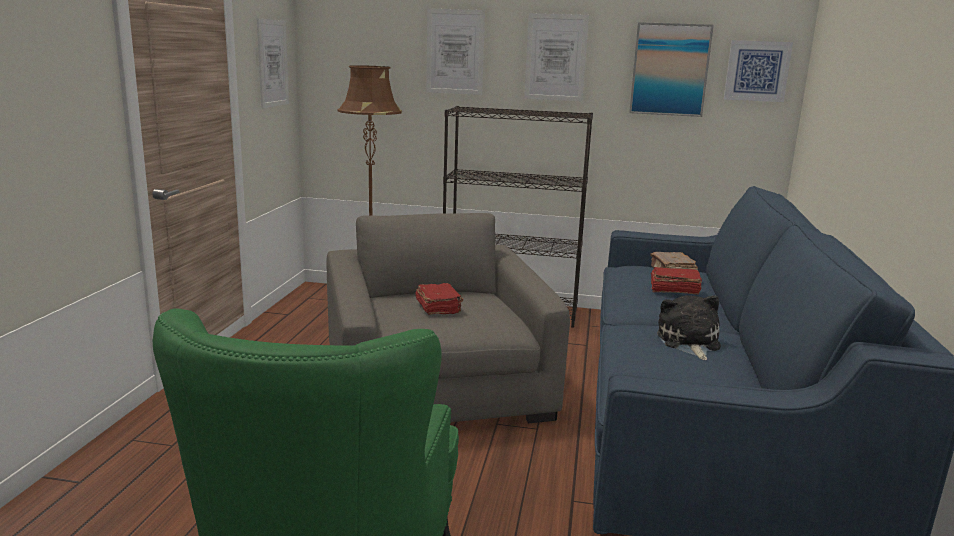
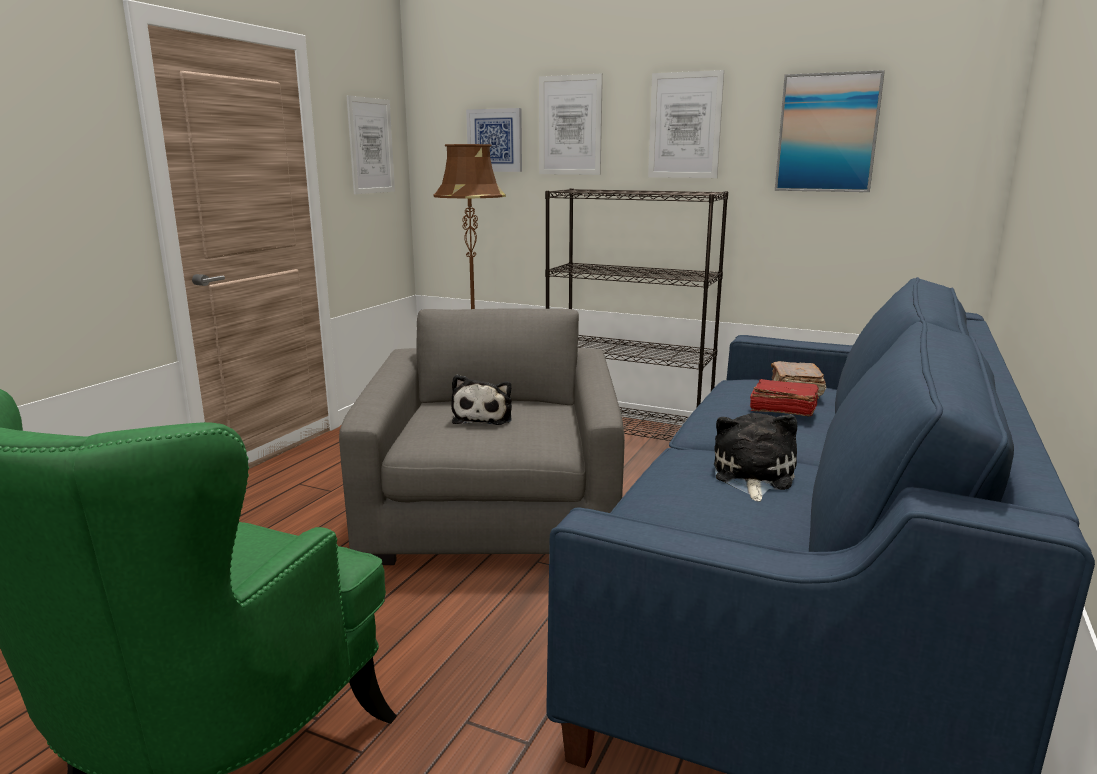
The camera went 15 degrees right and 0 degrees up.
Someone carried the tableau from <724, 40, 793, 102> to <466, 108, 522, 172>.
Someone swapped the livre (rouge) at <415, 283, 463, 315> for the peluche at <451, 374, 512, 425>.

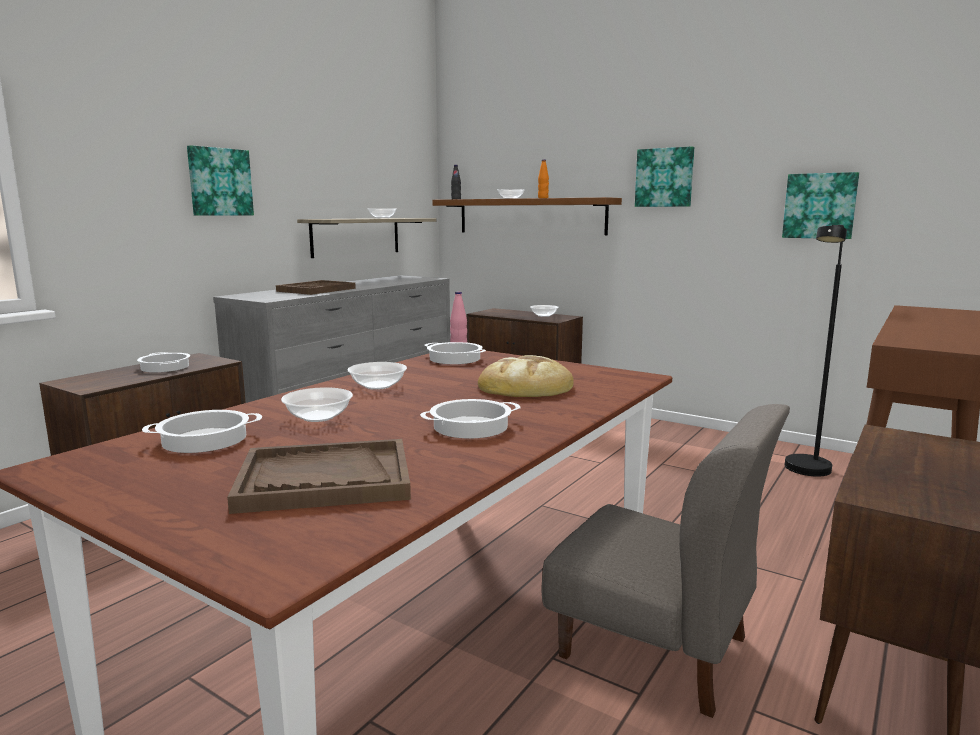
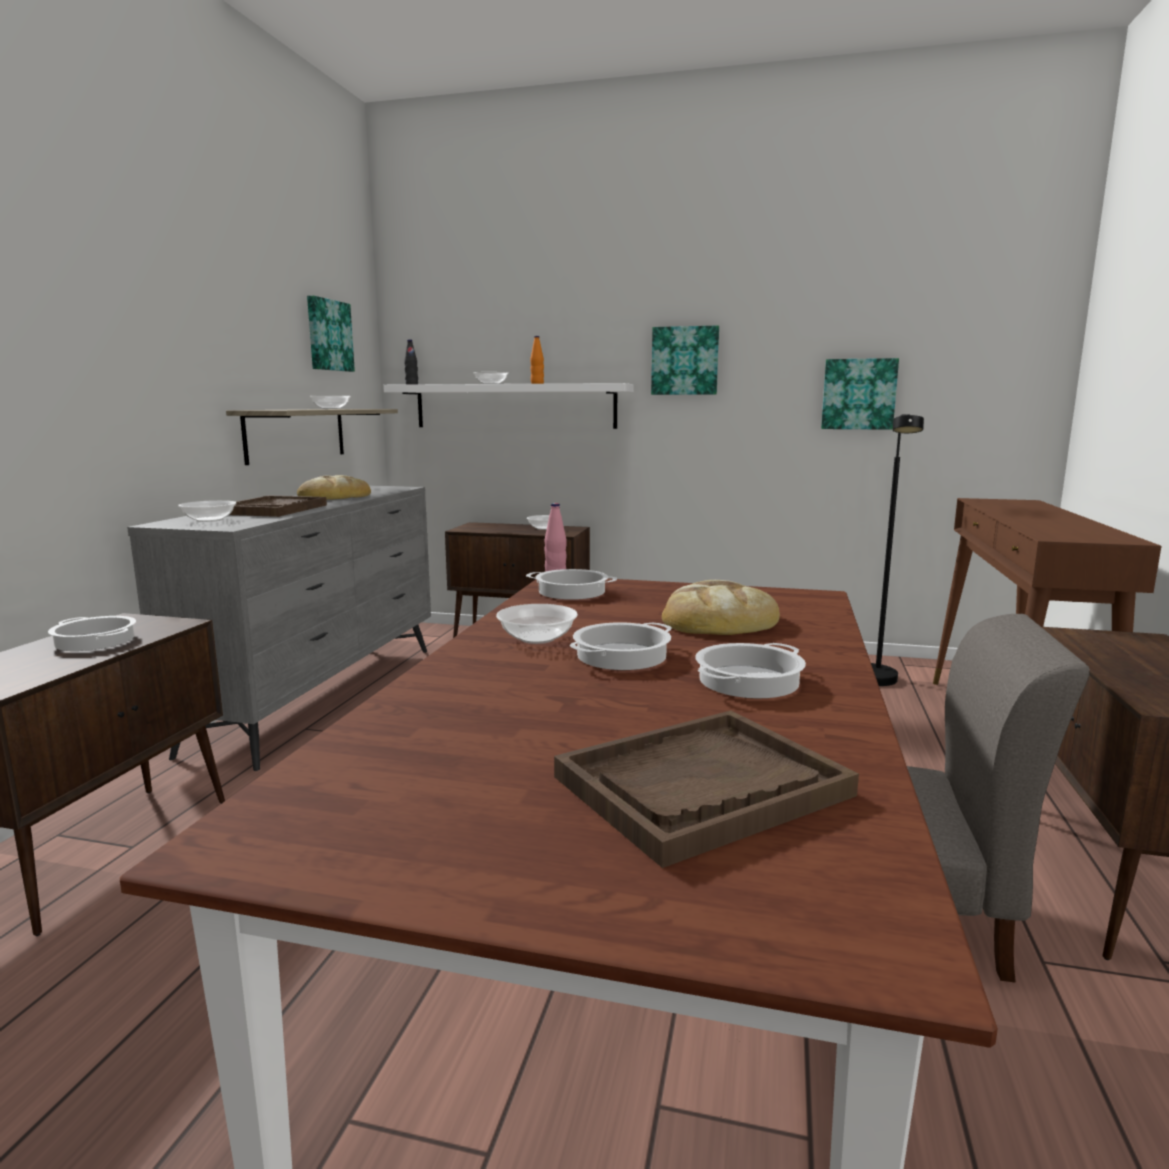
The camera went 20 degrees left and 0 degrees up.
Someone carried the tableau from <187, 145, 254, 216> to <307, 295, 355, 372>.
Someone repainted the étagère (marron) at <432, 197, 622, 235>, which became the étagère (blanc) at <383, 383, 634, 429>.
Someone carried the bol from <281, 387, 353, 422> to <178, 500, 236, 522>.
Someone carried the marmite from <142, 410, 262, 453> to <570, 622, 672, 670>.
Someone put down the pain at <297, 475, 371, 500>.

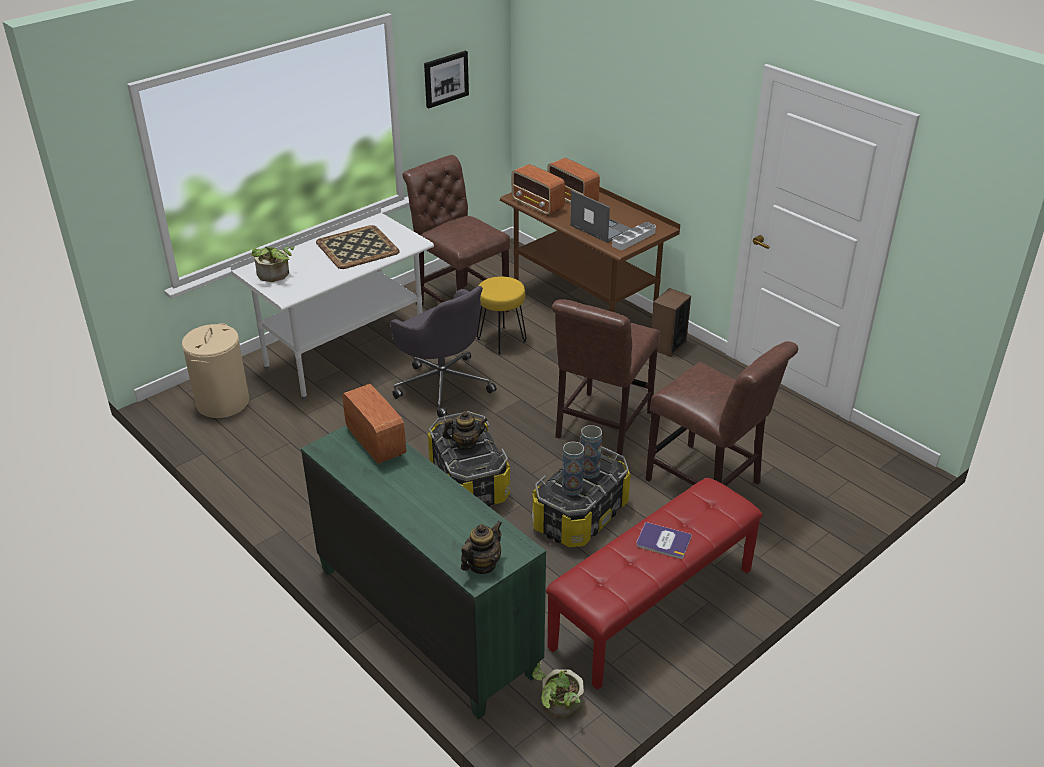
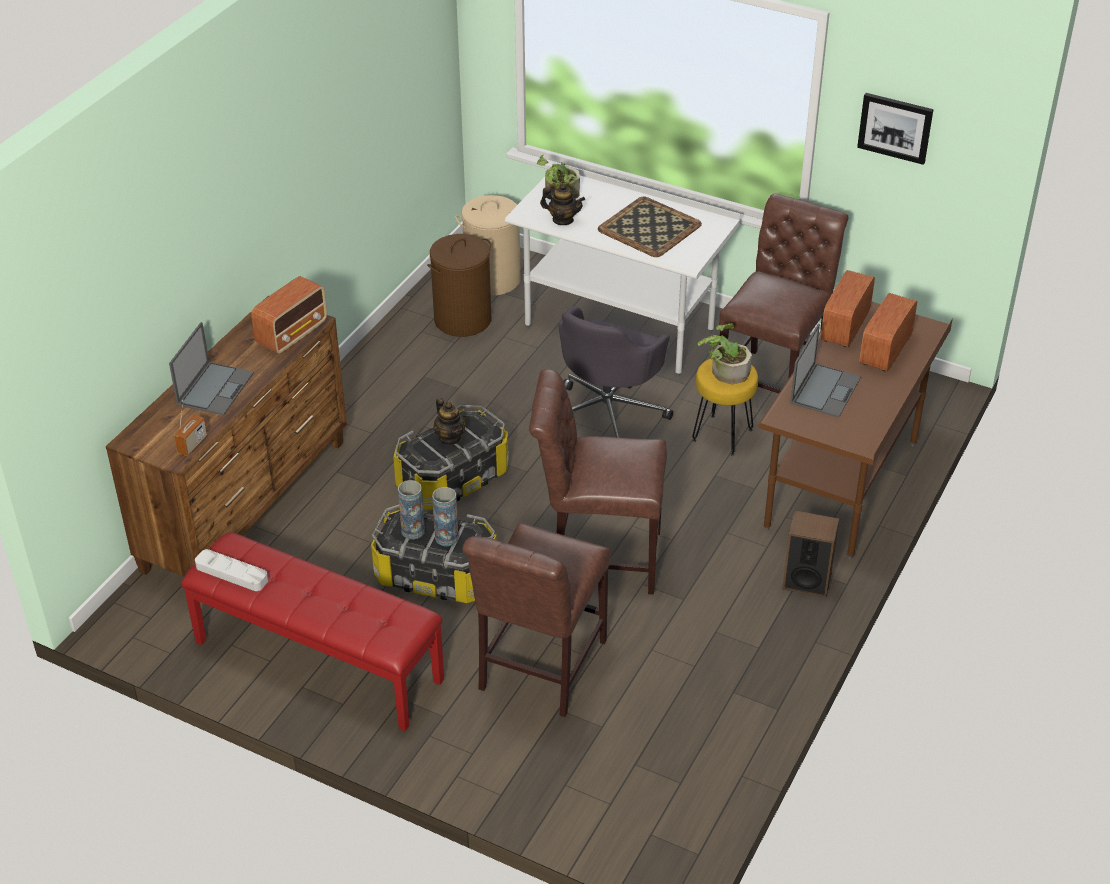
The camera went 70 degrees right and 5 degrees up.
Someone carried the plateau (gris) from <612, 222, 656, 250> to <195, 549, 268, 591>.
Someone repainted the commode (vert) at <301, 425, 546, 719>, which became the commode (marron) at <106, 295, 347, 577>.
Someone carried the théière from <461, 521, 502, 574> to <540, 183, 585, 225>.
Someone took away the livre at <636, 522, 692, 559>.
Someone carried the plante en pot from <532, 663, 584, 719> to <698, 324, 752, 384>.
Someone put down the panier à linge (marron) at <427, 234, 491, 337>.
Someone put down the ordinateur portable at <169, 322, 254, 415>.
Someone put down the radio at <174, 400, 208, 456>.

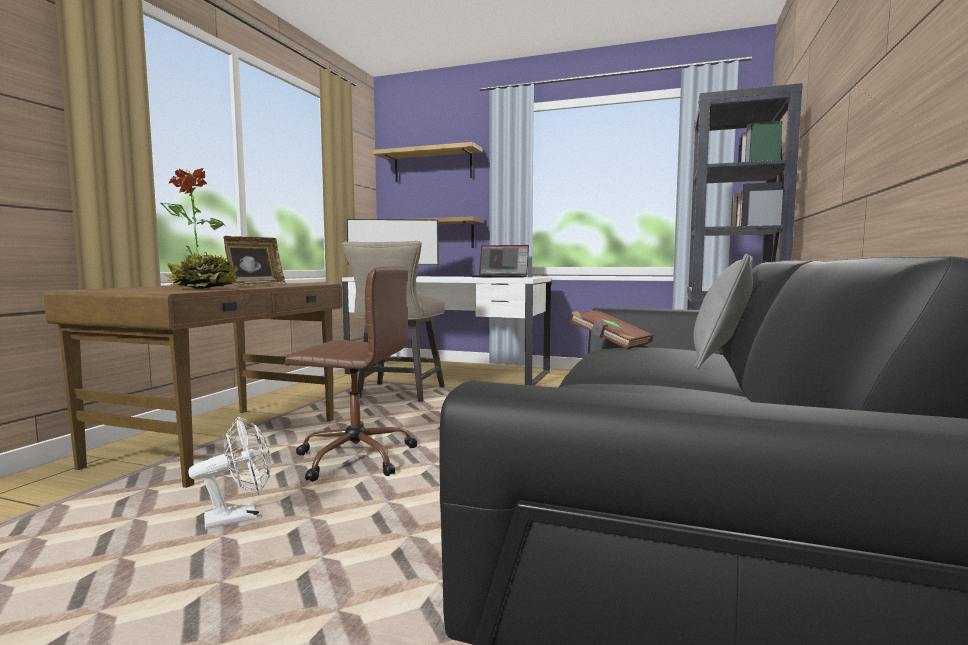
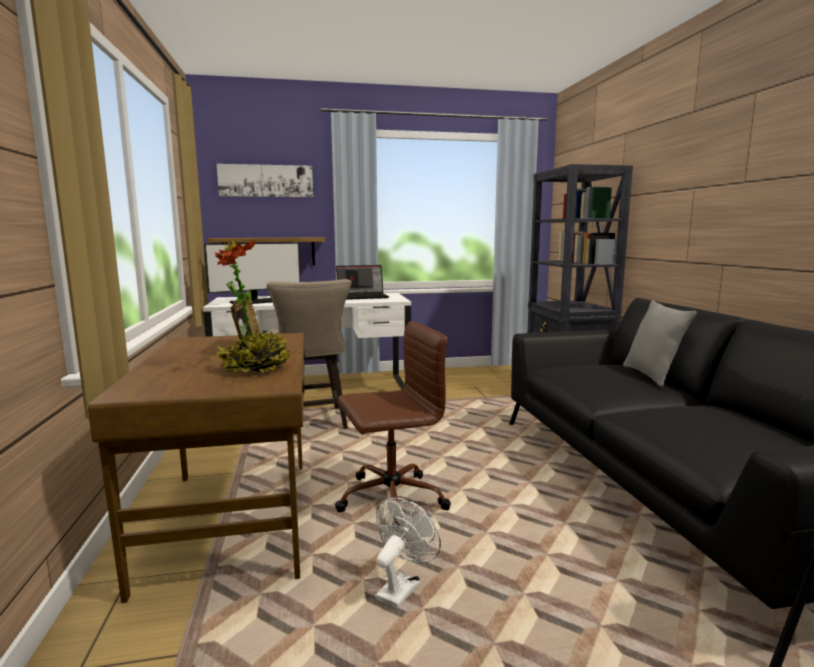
The camera went 30 degrees left and 5 degrees up.
Someone swapped the étagère at <372, 142, 483, 182> for the tableau at <217, 164, 313, 197>.
Someone took away the livre (marron) at <570, 310, 653, 350>.

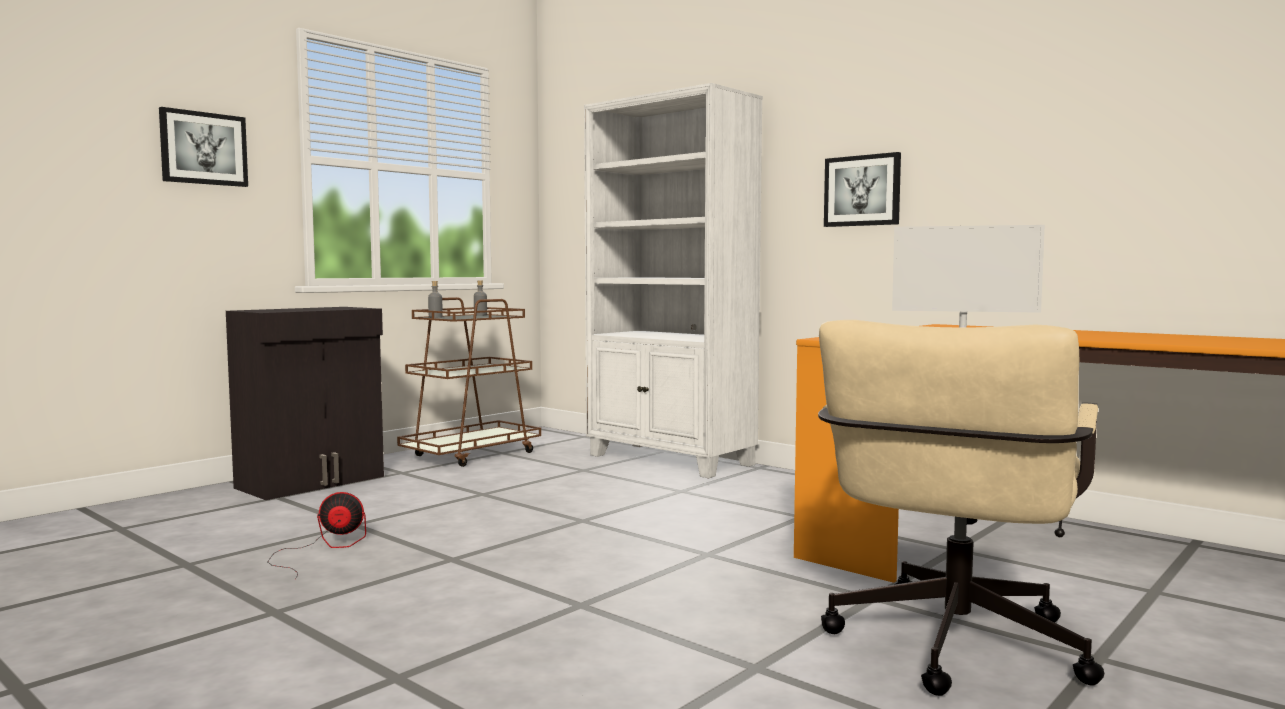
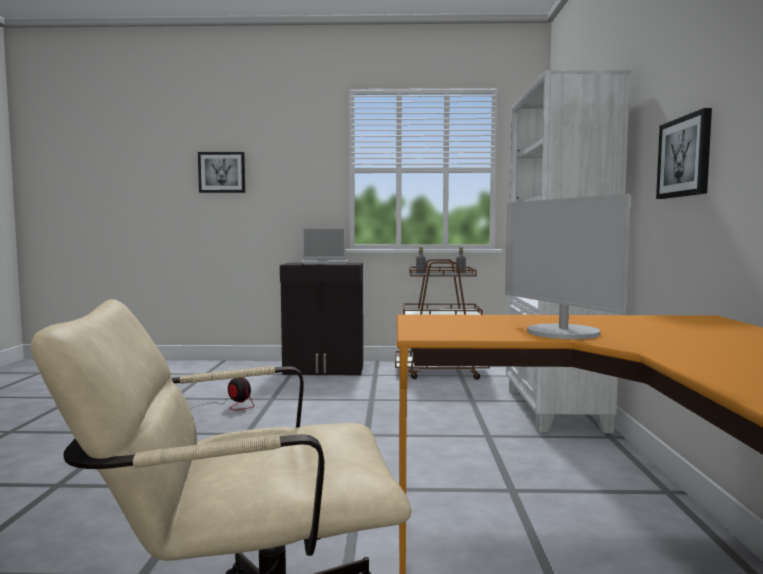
The camera went 50 degrees right and 0 degrees up.
Someone carried the tableau from <159, 107, 248, 187> to <198, 152, 245, 193>.
Someone put down the ordinateur portable at <302, 227, 348, 265>.

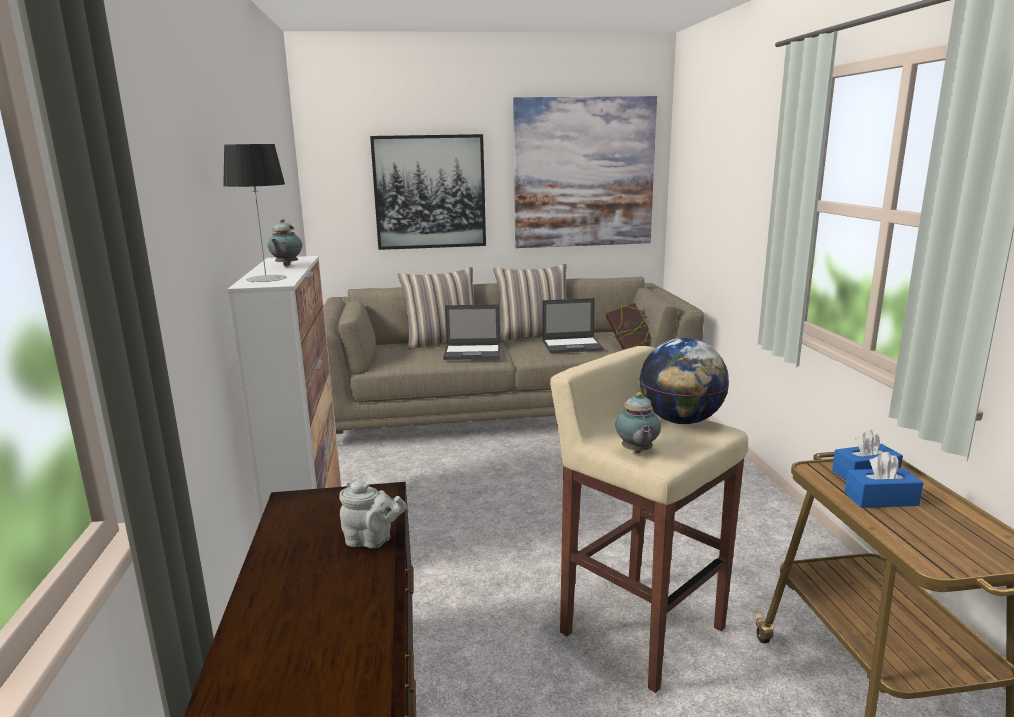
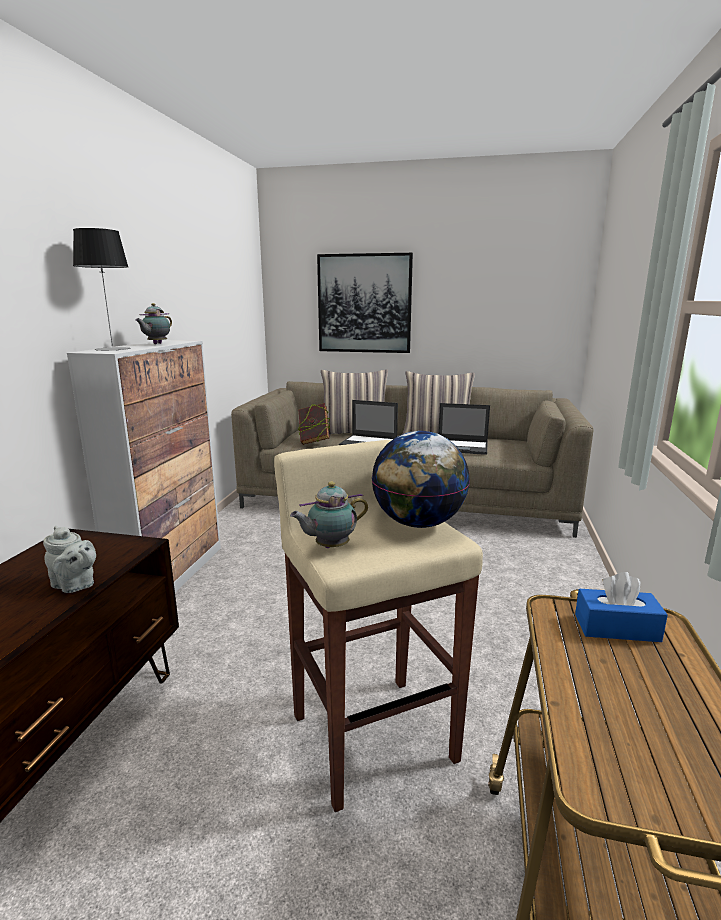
The camera went 20 degrees right and 0 degrees up.
Someone took away the tableau at <513, 96, 657, 248>.
Someone carried the livre from <606, 303, 651, 350> to <298, 403, 330, 445>.
Someone rotated the théière at <615, 392, 661, 453> by 45 degrees clockwise.
Someone took away the boîte à mouchoirs (bleu) at <845, 452, 923, 508>.

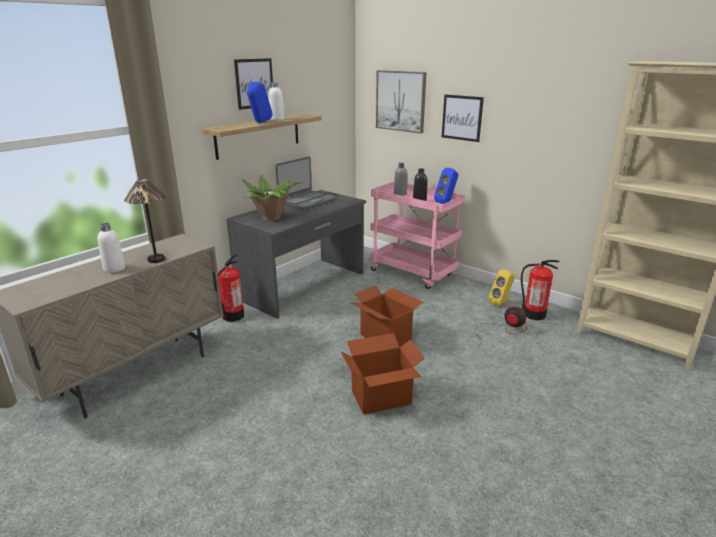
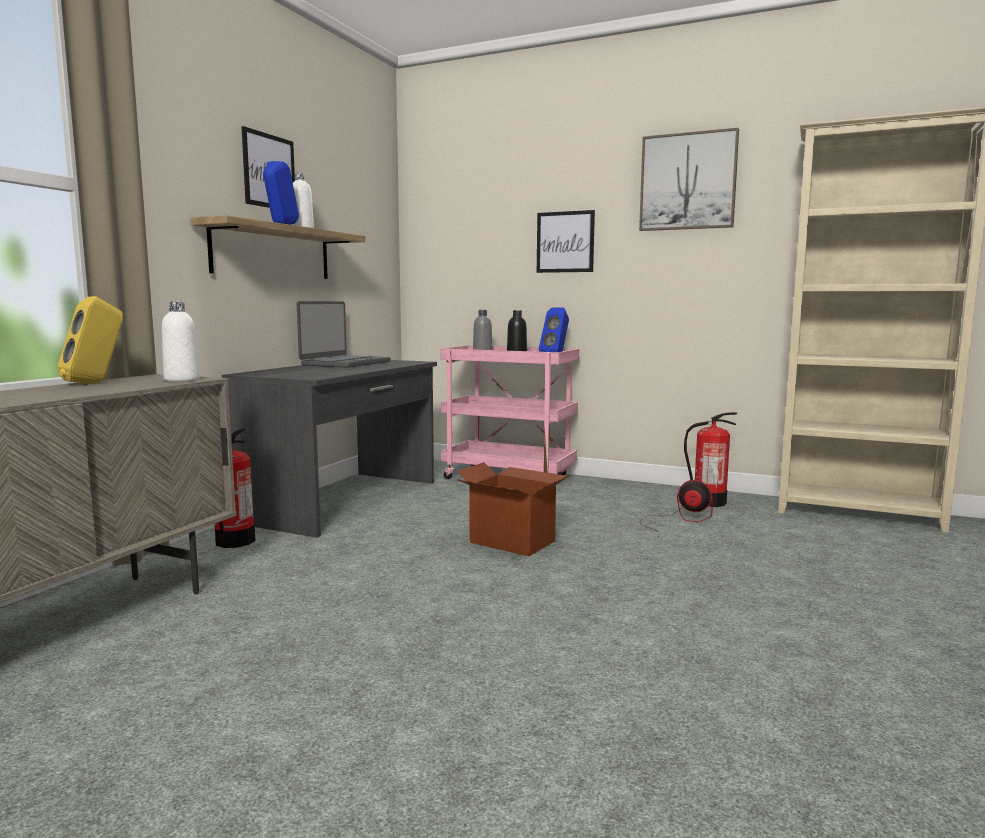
The camera went 15 degrees left and 15 degrees down.
Someone carried the tableau from <376, 70, 426, 134> to <639, 128, 739, 231>.
Someone took away the plante en pot at <241, 175, 303, 221>.
Someone took away the lampe de table at <124, 179, 166, 263>.
Someone carried the bouteille (blanc) from <98, 223, 125, 273> to <162, 302, 200, 381>.
Someone carried the enceinte (jaune) from <488, 269, 515, 306> to <57, 296, 123, 384>.
Someone took away the carton at <341, 333, 425, 415>.

